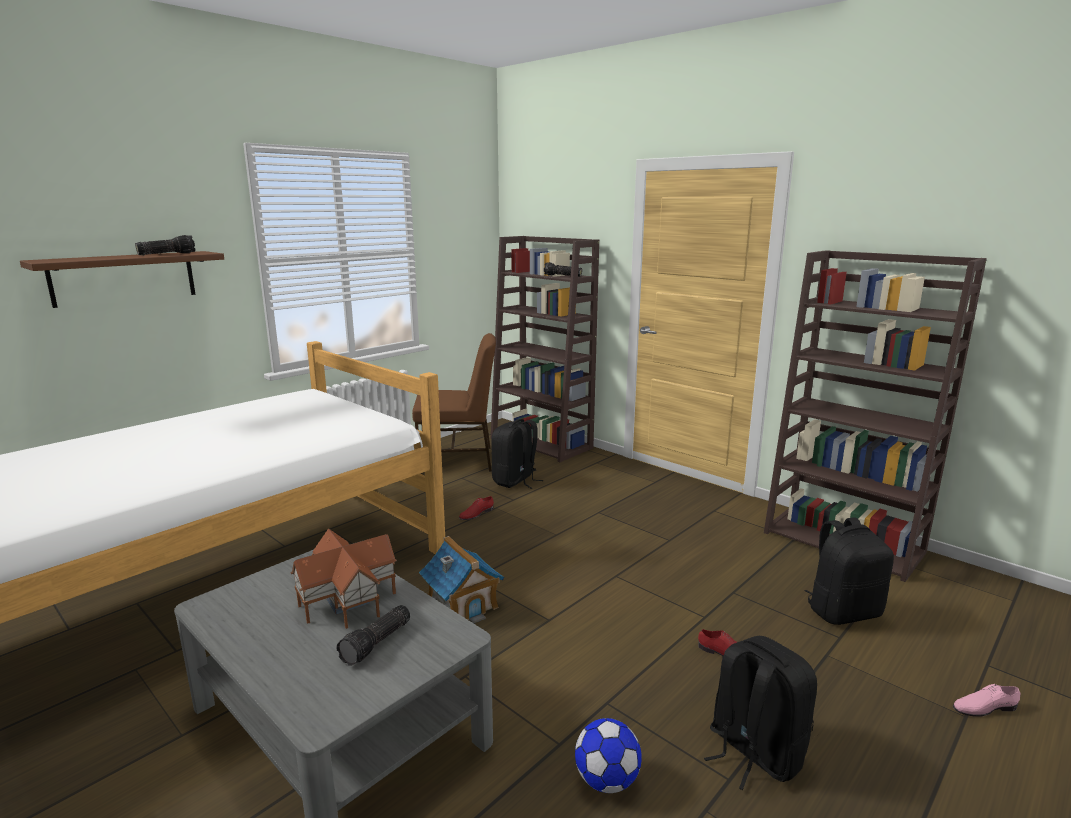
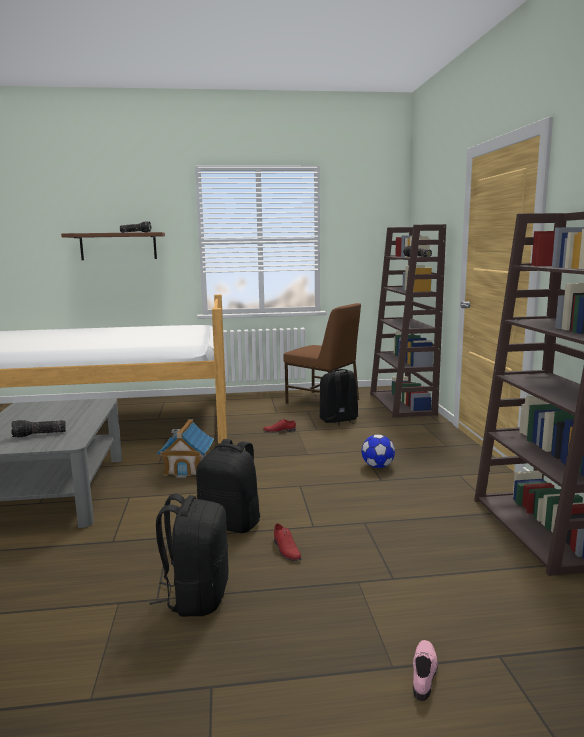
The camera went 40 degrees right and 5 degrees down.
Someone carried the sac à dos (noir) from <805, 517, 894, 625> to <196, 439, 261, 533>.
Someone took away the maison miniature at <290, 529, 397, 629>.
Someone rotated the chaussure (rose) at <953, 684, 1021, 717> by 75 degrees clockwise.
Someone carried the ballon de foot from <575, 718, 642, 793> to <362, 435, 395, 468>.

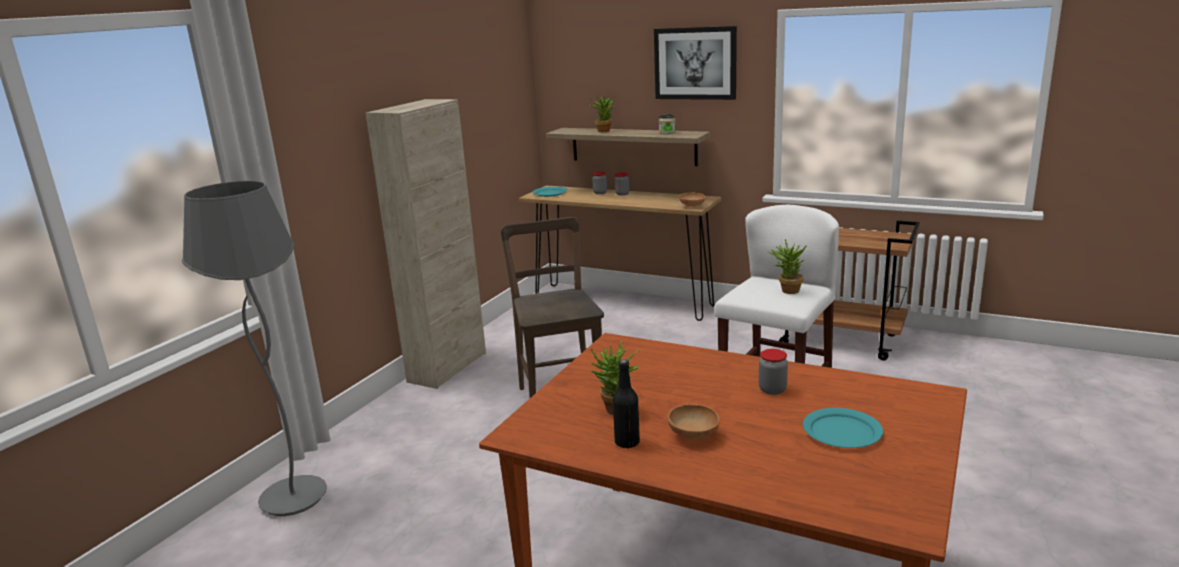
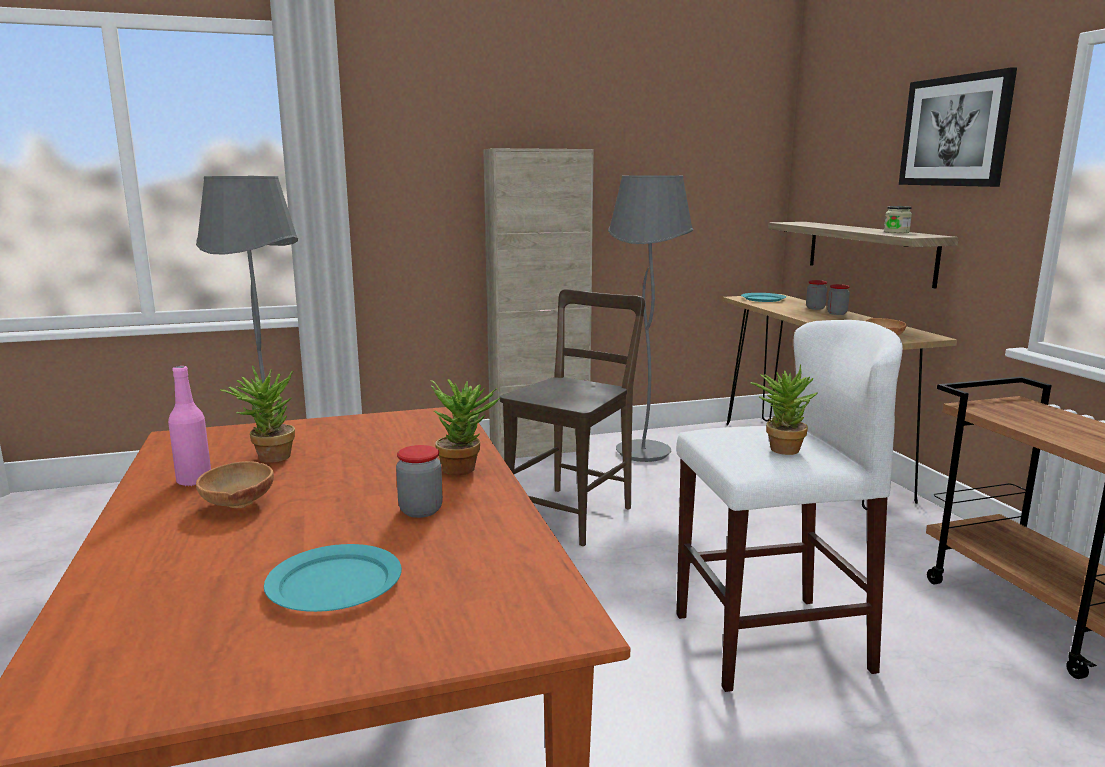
The camera went 45 degrees right and 5 degrees down.
Someone carried the plante en pot from <590, 95, 614, 132> to <431, 379, 500, 476>.
Someone repainted the bouteille (noir) at <613, 360, 640, 448>, which became the bouteille (rose) at <168, 366, 211, 487>.
Someone put down the lampadaire (gris) at <608, 175, 694, 462>.

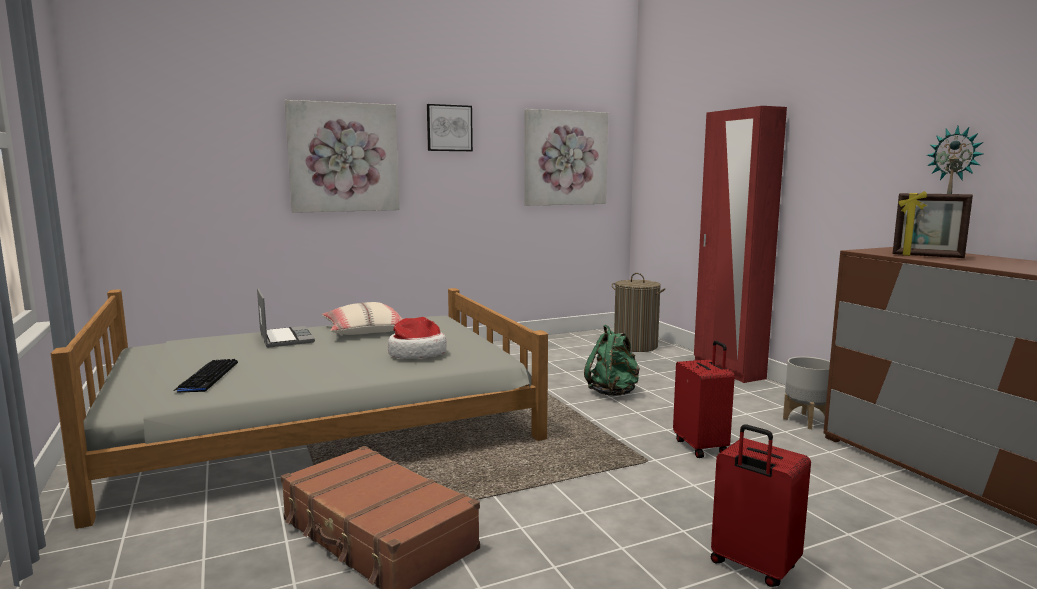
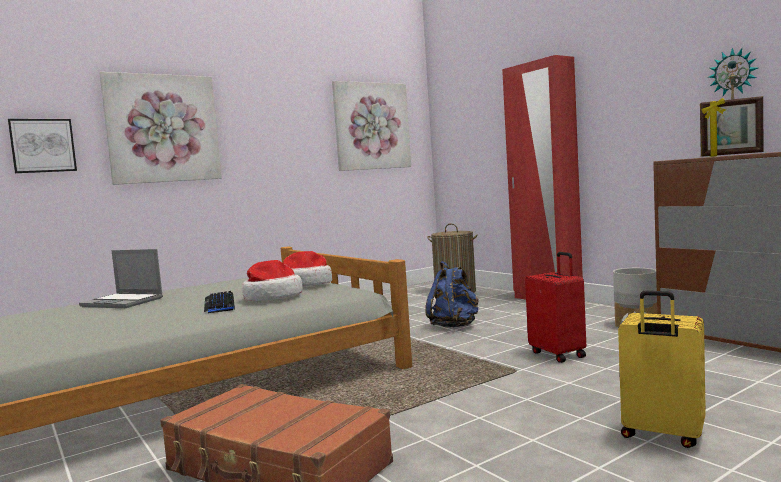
The camera went 10 degrees left and 5 degrees down.
Someone carried the tableau from <427, 104, 473, 151> to <8, 119, 77, 173>.
Someone rotated the ordinateur portable at <257, 288, 315, 348> by 150 degrees clockwise.
Someone took away the coussin (beige) at <322, 302, 403, 336>.
Someone repainted the sac à dos (vert) at <584, 325, 640, 396>, which became the sac à dos (bleu) at <425, 261, 478, 327>.
Someone carried the clavier from <173, 359, 238, 393> to <204, 291, 235, 313>.
Someone repainted the valise (rouge) at <711, 424, 811, 587>, which became the valise (jaune) at <618, 291, 706, 448>.
Someone put down the chapeau at <283, 251, 332, 287>.

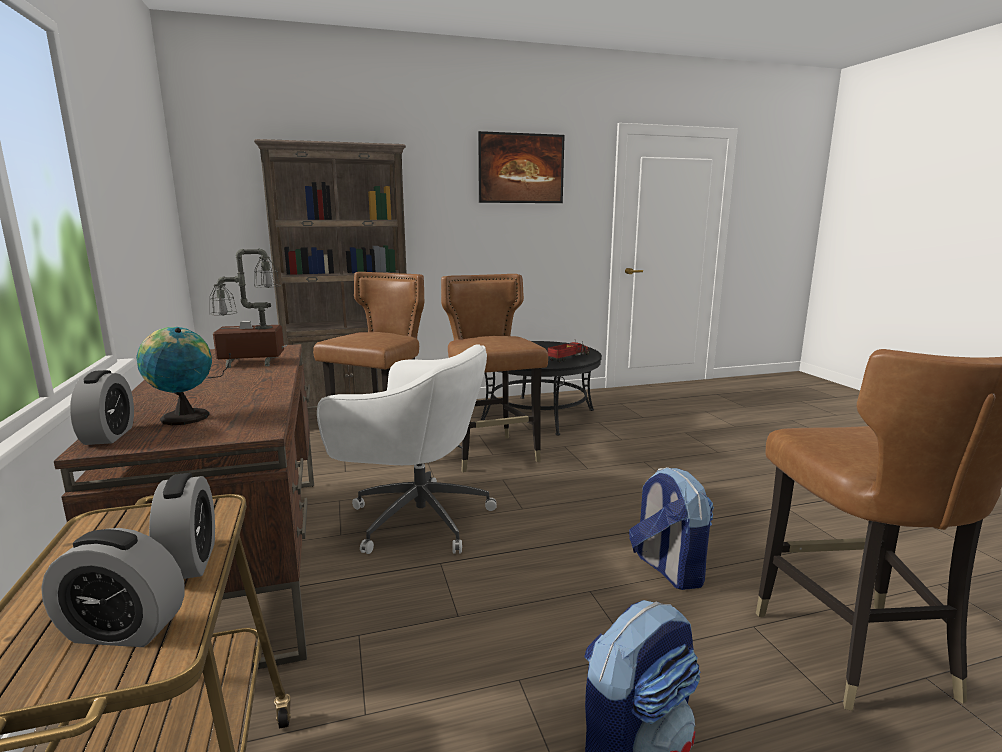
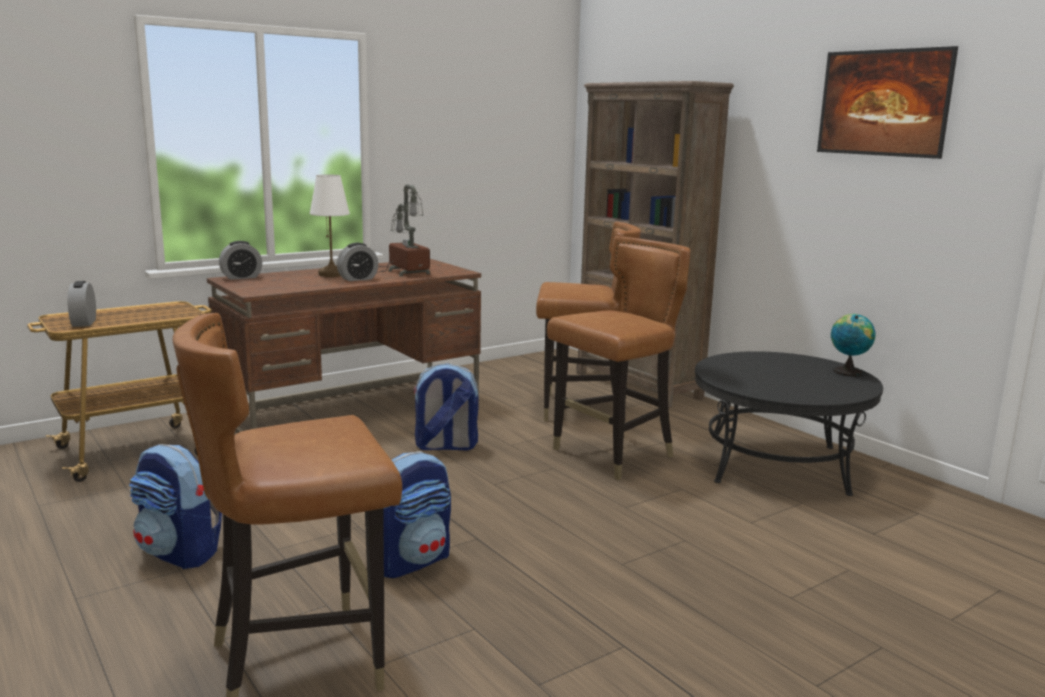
The camera went 70 degrees right and 0 degrees up.
Someone carried the globe from <136, 327, 212, 425> to <831, 314, 875, 376>.
Someone took away the camion jouet at <548, 341, 590, 362>.
Someone swapped the chaise de bureau (blanc) at <317, 344, 497, 554> for the sac à dos at <413, 363, 479, 451>.
Someone carried the réveil from <149, 473, 215, 579> to <337, 243, 378, 281>.
Someone put down the lampe de table (blanc) at <310, 174, 350, 277>.

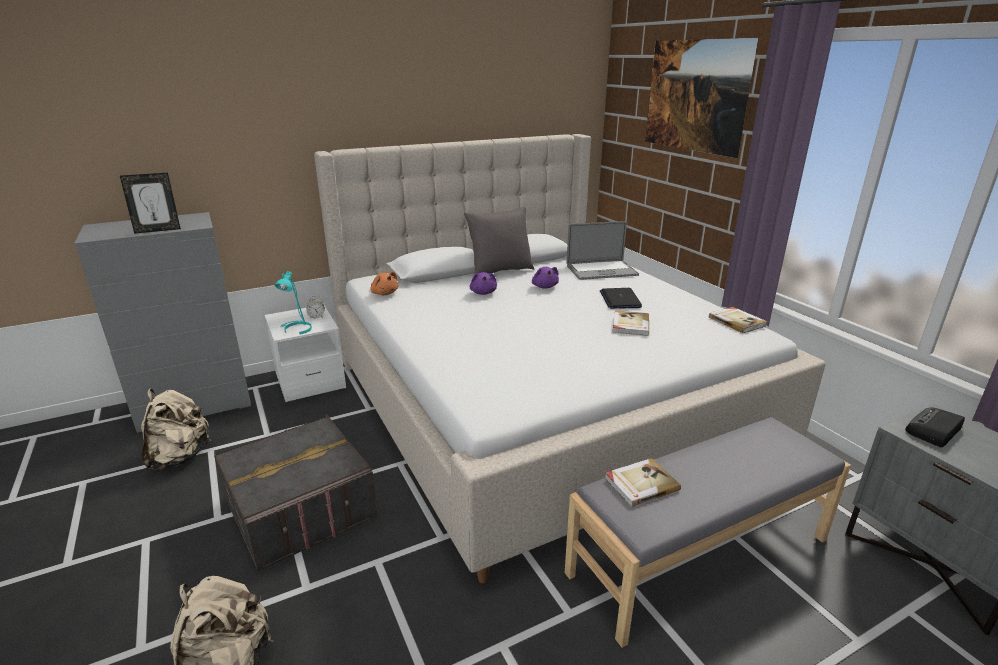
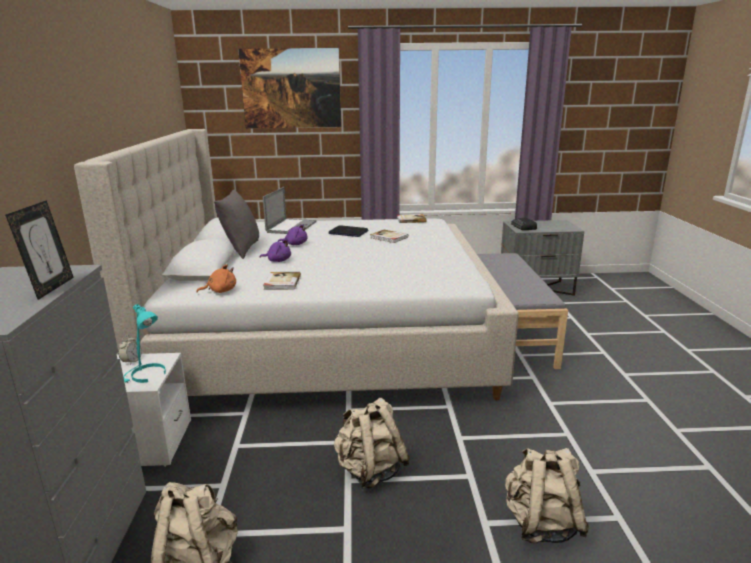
The camera went 65 degrees left and 5 degrees down.
Someone swapped the boîte de rangement (gris) at <214, 414, 378, 571> for the sac à dos (beige) at <334, 398, 410, 489>.
Someone carried the livre from <604, 458, 681, 507> to <263, 272, 301, 290>.

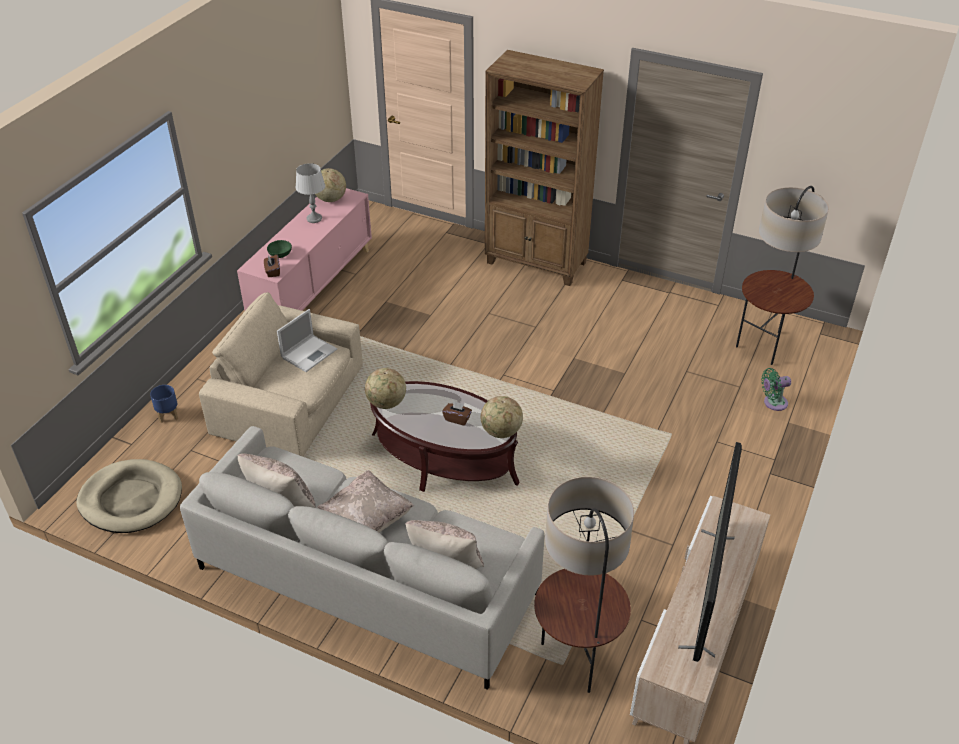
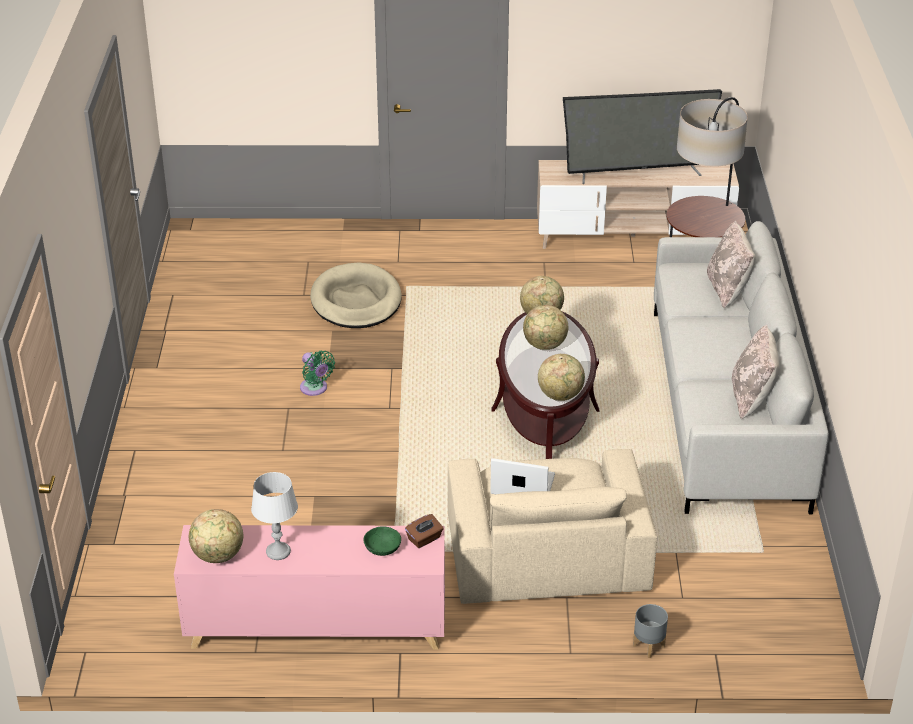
The camera went 115 degrees left and 5 degrees down.
Someone took away the bibliothèque (marron) at <485, 50, 604, 286>.
Someone took away the lampadaire at <736, 186, 829, 365>.
Someone carried the ventilateur (vert) from <761, 368, 791, 411> to <300, 350, 335, 396>.
Someone repainted the cache-pot (bleu) at <150, 385, 178, 423>, which became the cache-pot (gris) at <633, 604, 668, 658>.
Someone swapped the boîte à mouchoirs (marron) at <442, 401, 472, 425> for the globe at <523, 305, 568, 350>.
Someone carried the panier pour chien (beige) from <76, 459, 182, 533> to <310, 262, 402, 328>.
Someone took away the coussin (beige) at <317, 470, 414, 533>.

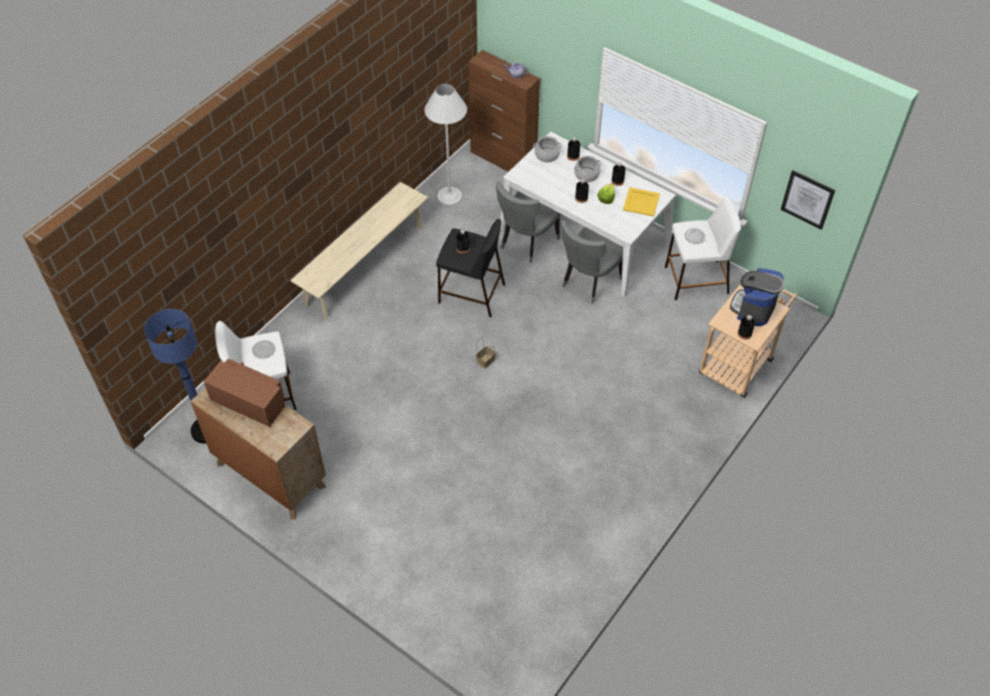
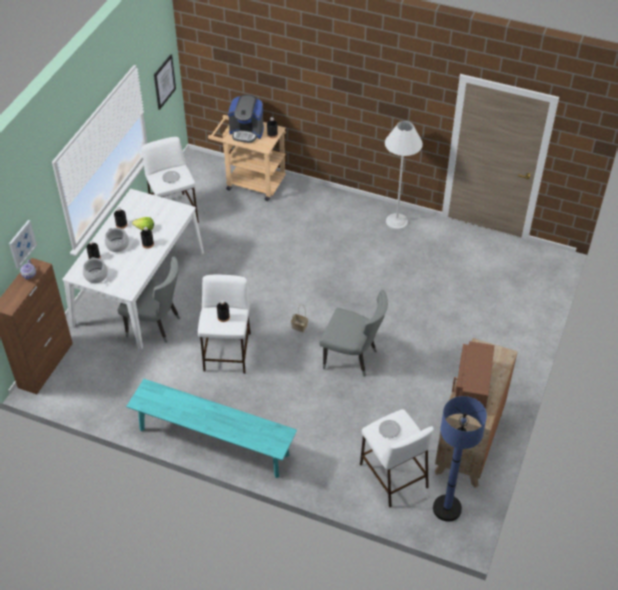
The camera went 105 degrees left and 5 degrees down.
Someone carried the lampadaire (blanc) from <424, 84, 467, 206> to <385, 121, 423, 230>.
Someone repainted the banc (beige) at <290, 182, 428, 319>, which became the banc (turquoise) at <126, 379, 297, 478>.
Someone took away the plateau (jaune) at <623, 187, 660, 217>.
Someone repainted the tabouret (noir) at <436, 219, 505, 317>, which became the tabouret (blanc) at <198, 275, 251, 374>.
Someone carried the chaise (gris) from <561, 220, 623, 304> to <319, 290, 388, 377>.
Someone put up the tableau at <9, 220, 37, 269>.

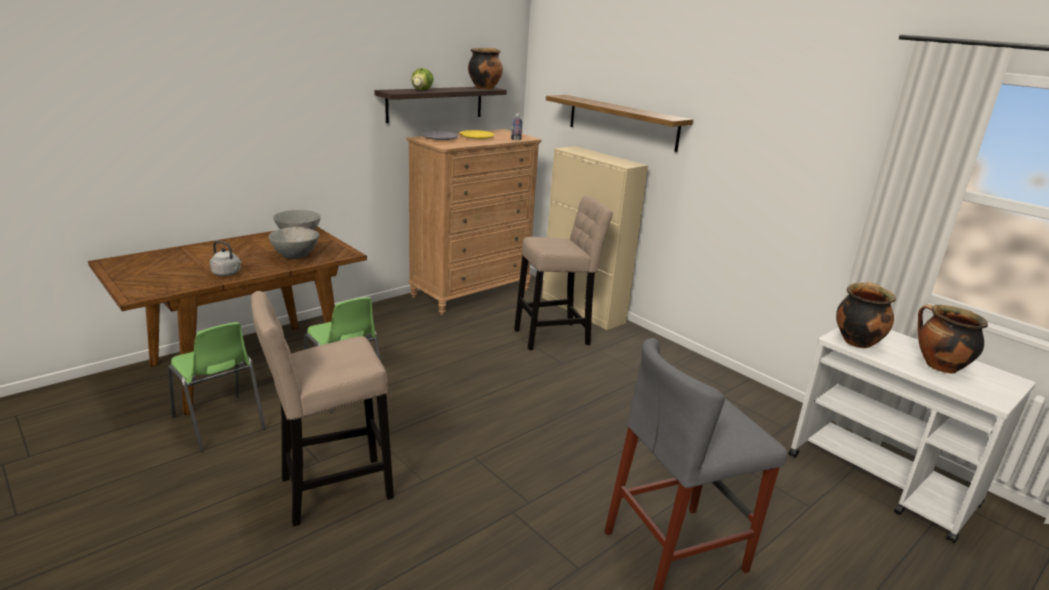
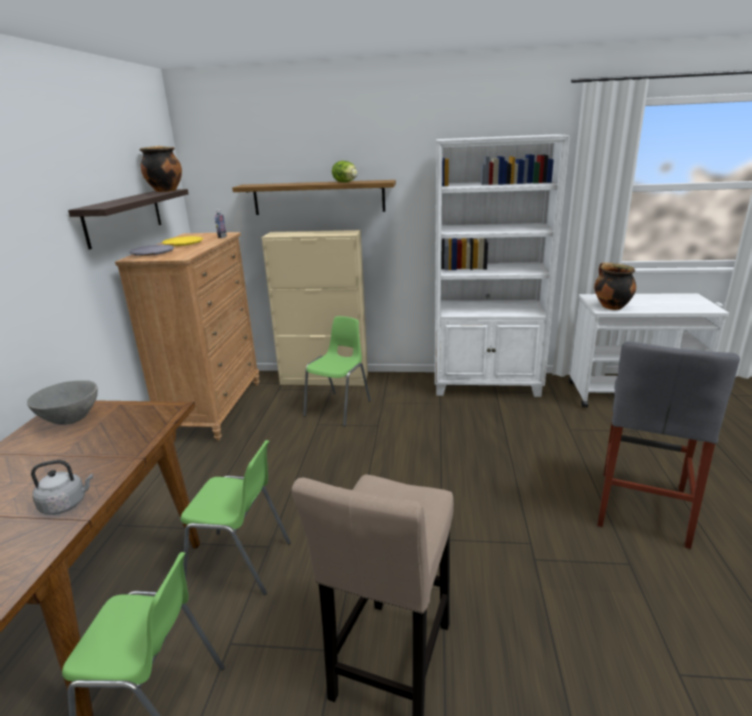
The camera went 40 degrees left and 0 degrees up.
Someone carried the laitue from <411, 68, 434, 90> to <332, 161, 357, 182>.
Someone swapped the tabouret (beige) at <514, 195, 613, 350> for the chaise (vert) at <303, 316, 371, 426>.
Someone took away the bol (gris) at <269, 227, 319, 259>.
Someone took away the marmite at <918, 304, 988, 373>.
Someone put down the bibliothèque (blanc) at <435, 134, 570, 397>.

